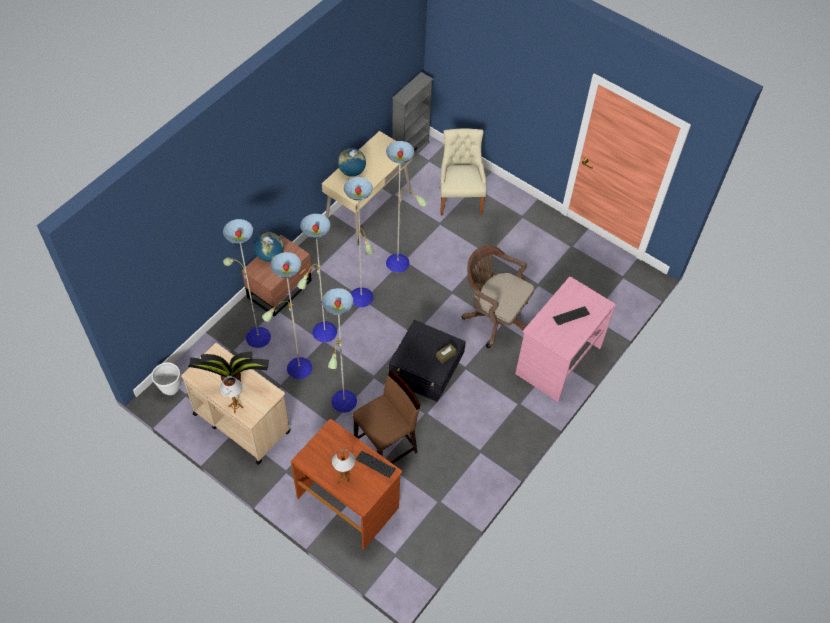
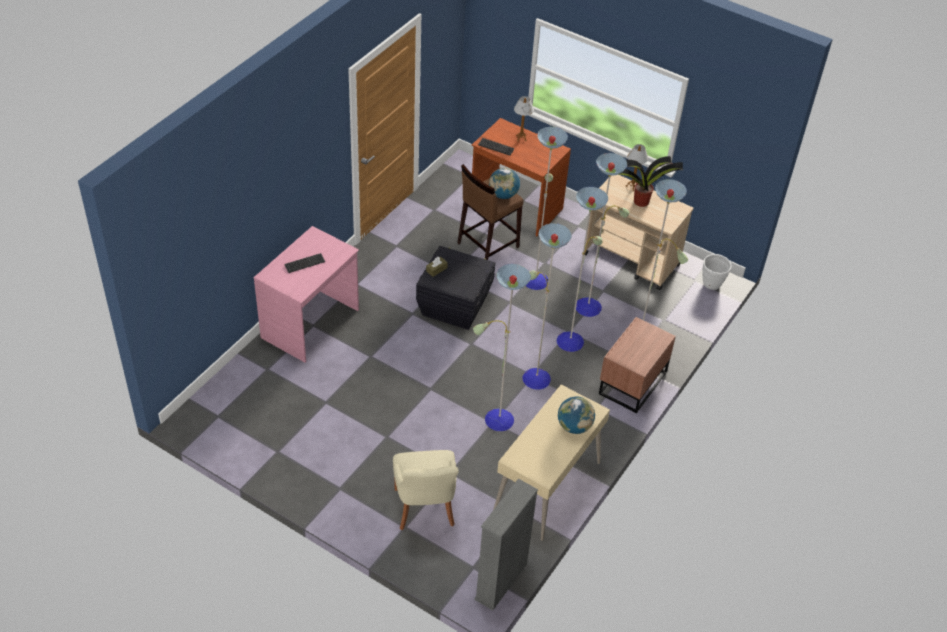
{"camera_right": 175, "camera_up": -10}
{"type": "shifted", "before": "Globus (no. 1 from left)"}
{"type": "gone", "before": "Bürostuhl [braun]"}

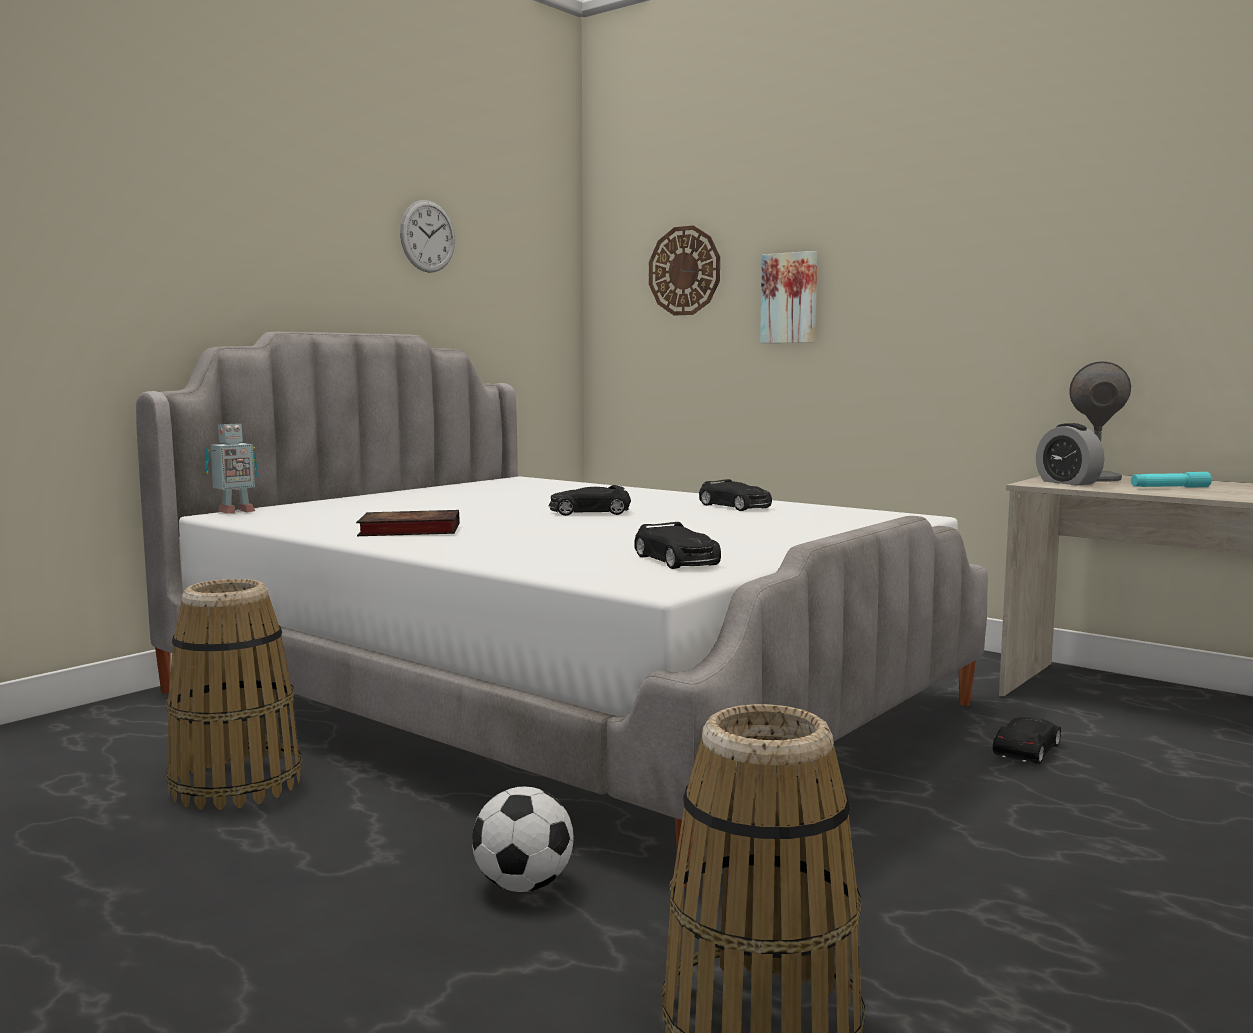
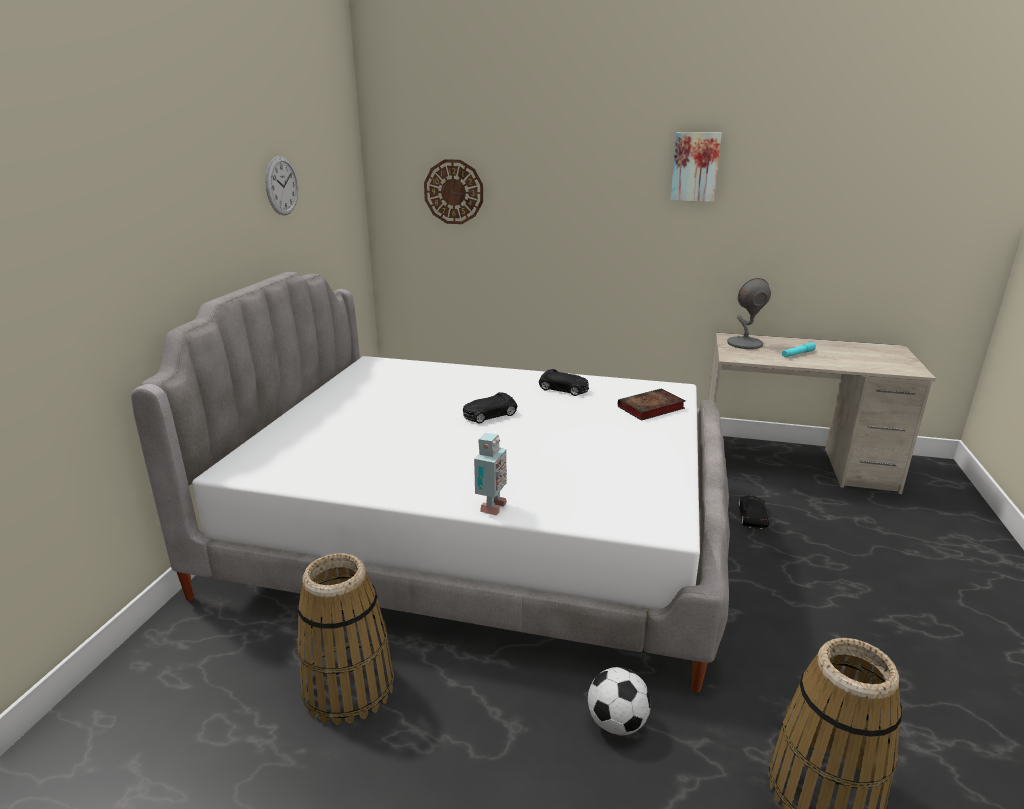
{"camera_right": -25, "camera_up": 15}
{"type": "shifted", "before": "Bild"}
{"type": "shifted", "before": "Spielzeugroboter"}
{"type": "gone", "before": "Wecker"}
{"type": "shifted", "before": "Buch"}
{"type": "gone", "before": "Spielzeugauto [schwarz] (no. 2 from left)"}

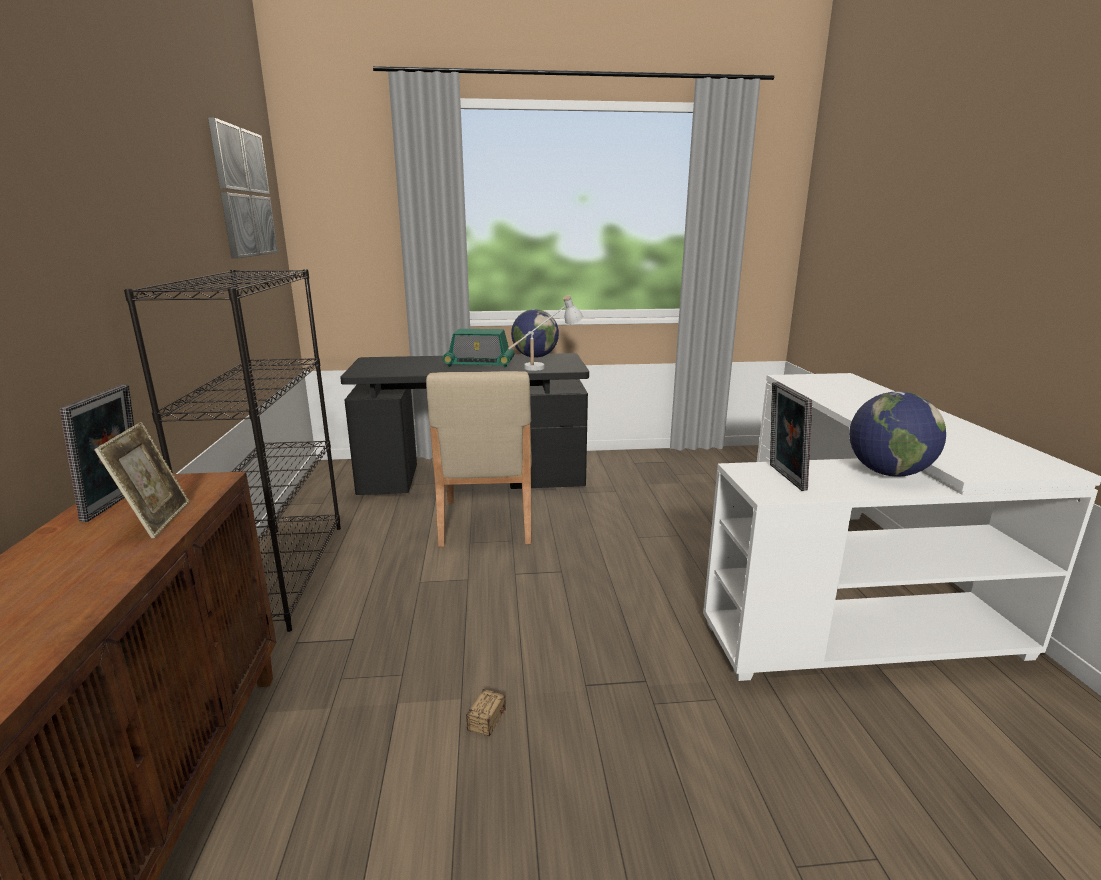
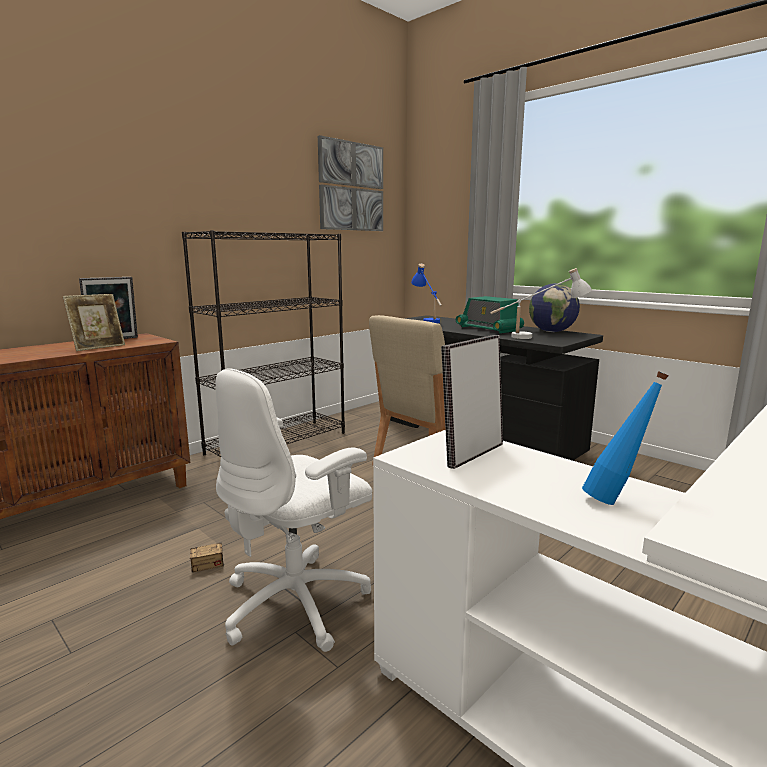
{"camera_right": 50, "camera_up": -5}
{"type": "swapped", "before": "Globus (no. 2 from left)", "after": "Flasche [blau]"}
{"type": "new", "after": "Tischlampe [blau]"}
{"type": "new", "after": "Bürostuhl [weiß]"}

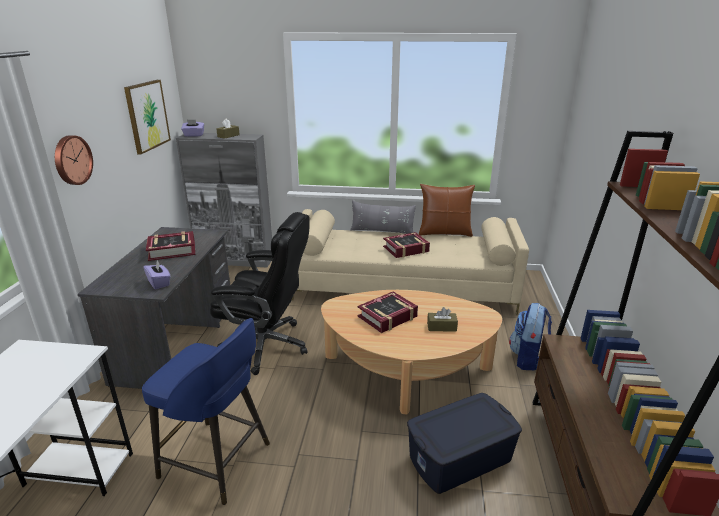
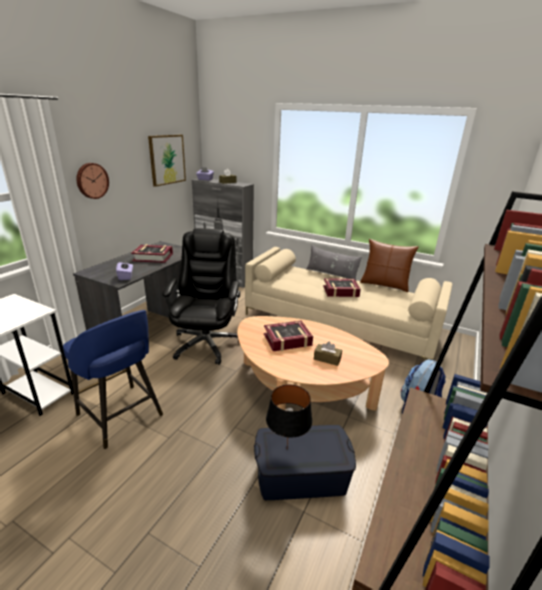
{"camera_right": 20, "camera_up": 0}
{"type": "rotated", "before": "Bürostuhl [schwarz]", "turn": -120}
{"type": "new", "after": "Tischlampe [schwarz]"}

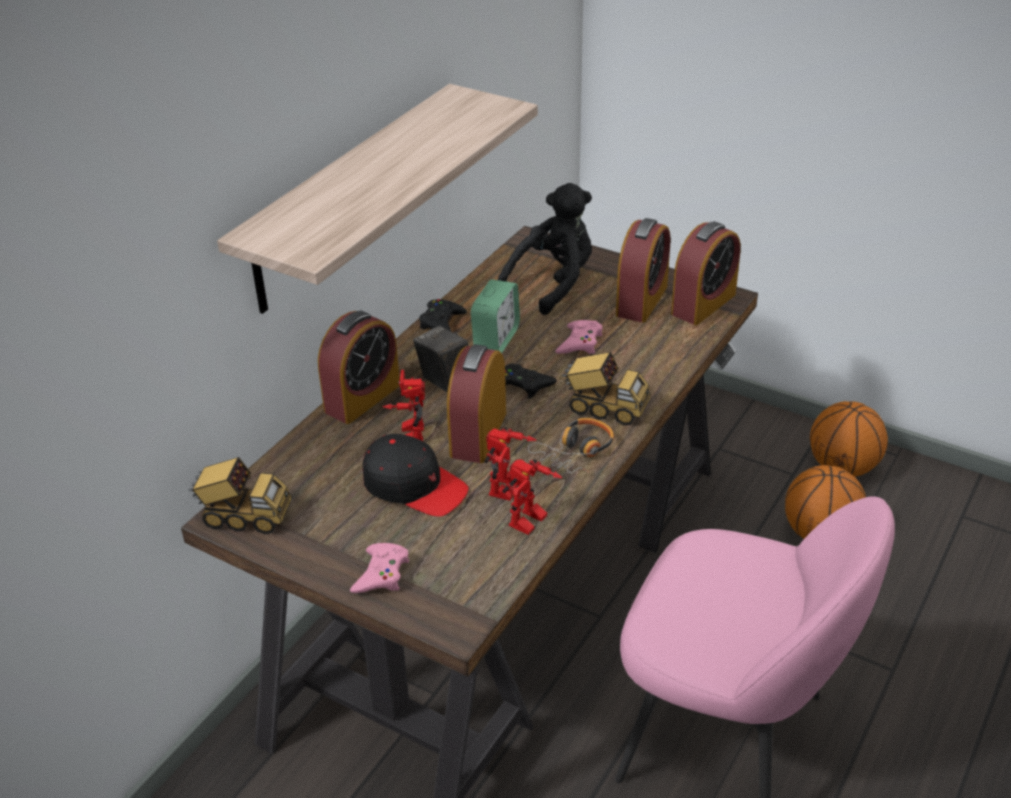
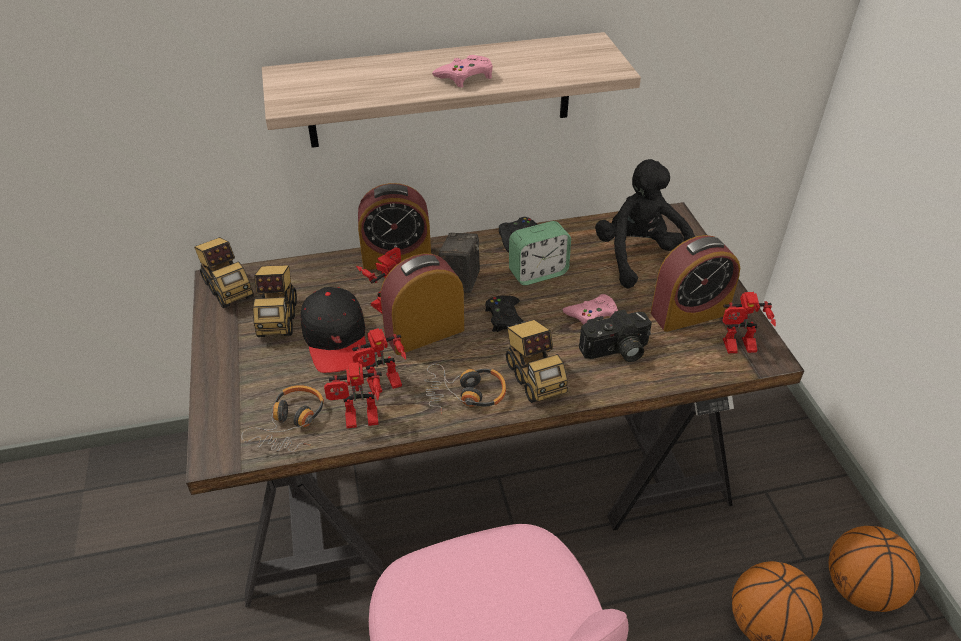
{"camera_right": 45, "camera_up": 5}
{"type": "rotated", "before": "Plüschtier [schwarz]", "turn": -105}
{"type": "swapped", "before": "Wecker (no. 5 from left)", "after": "Spielzeugroboter (no. 4 from left)"}
{"type": "shifted", "before": "Gamepad [rosa] (no. 1 from left)"}
{"type": "new", "after": "Spielzeuglaster (no. 2 from left)"}
{"type": "new", "after": "Kamera (no. 2 from left)"}
{"type": "new", "after": "Kopfhörer (no. 1 from left)"}

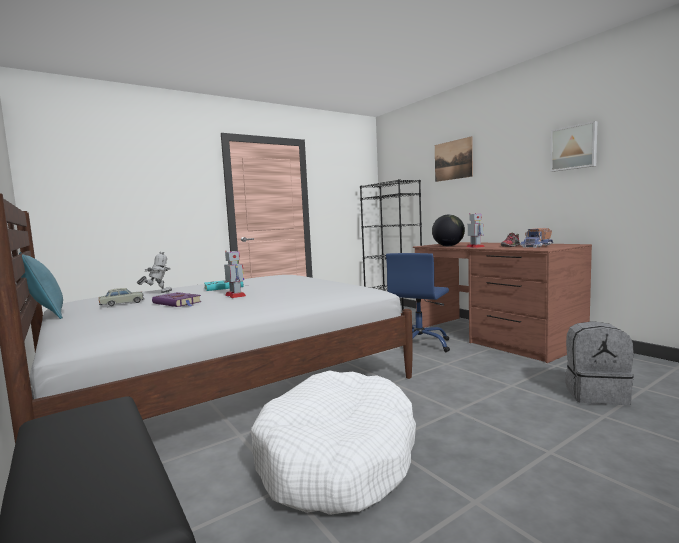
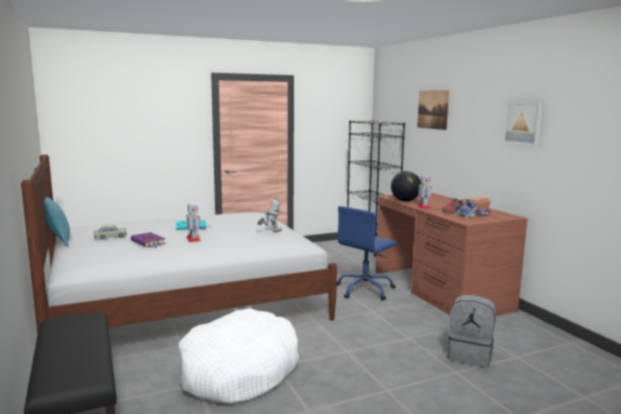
{"camera_right": 10, "camera_up": 5}
{"type": "shifted", "before": "Spielzeugroboter (no. 1 from left in the first image)", "after": "Spielzeugroboter (no. 2 from left)"}

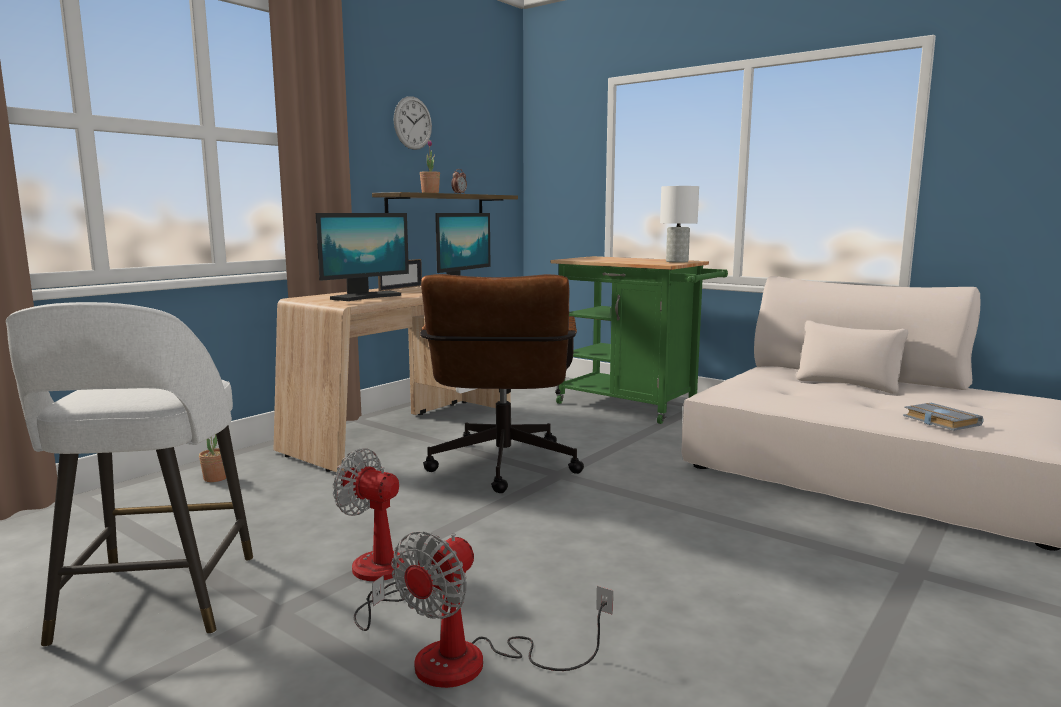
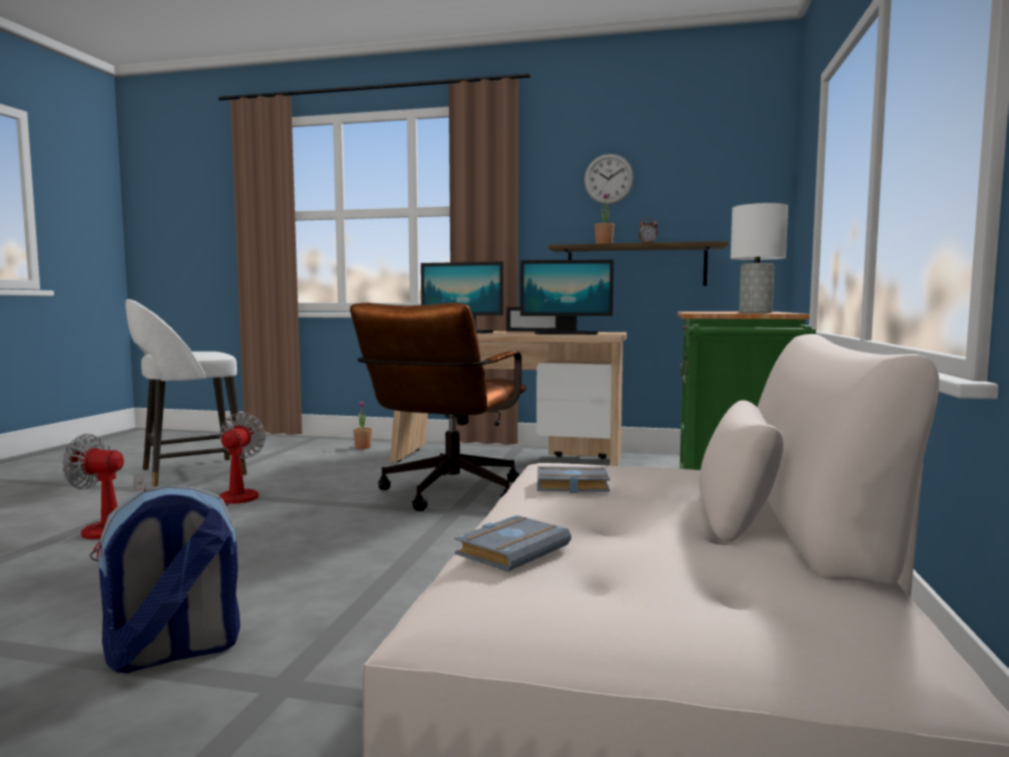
{"camera_right": 65, "camera_up": -5}
{"type": "rotated", "before": "Bürostuhl [braun]", "turn": -45}
{"type": "new", "after": "Buch [grau] (no. 2 from left)"}
{"type": "new", "after": "Rucksack"}

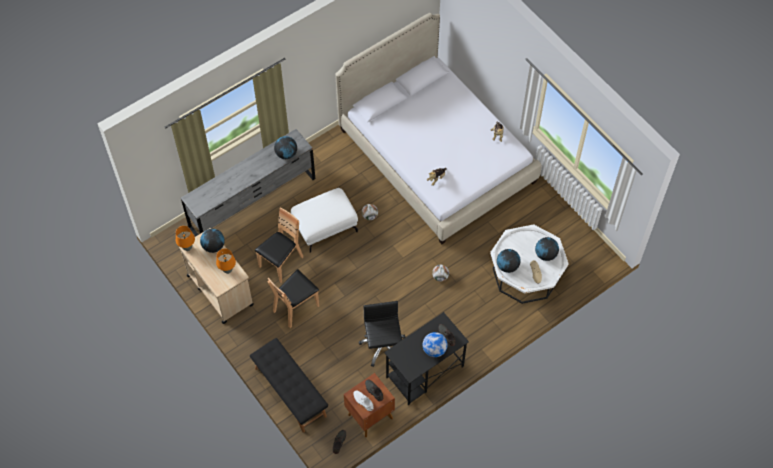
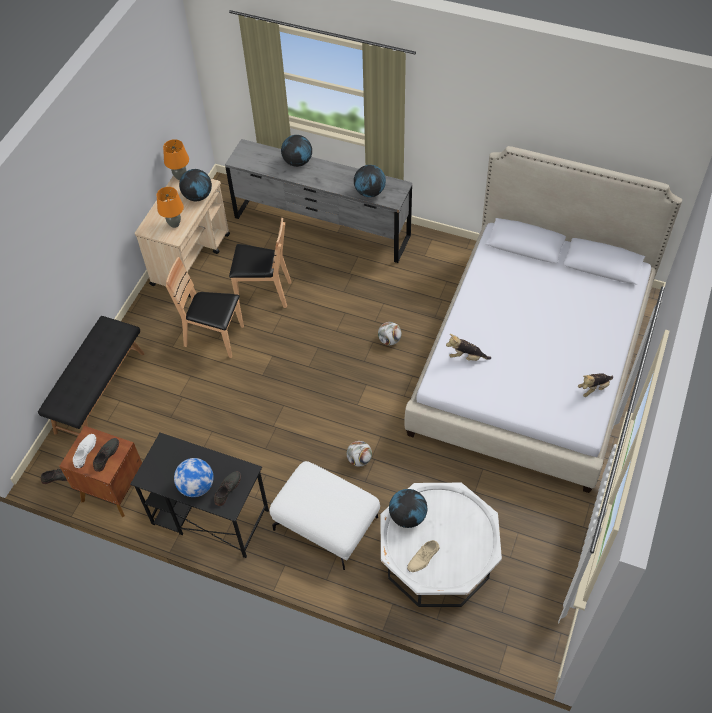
{"camera_right": 60, "camera_up": -5}
{"type": "shifted", "before": "Polsterhocker [weiß]"}
{"type": "shifted", "before": "Globus (no. 5 from left in the first image)", "after": "Globus (no. 3 from left)"}
{"type": "gone", "before": "Bürostuhl [schwarz]"}

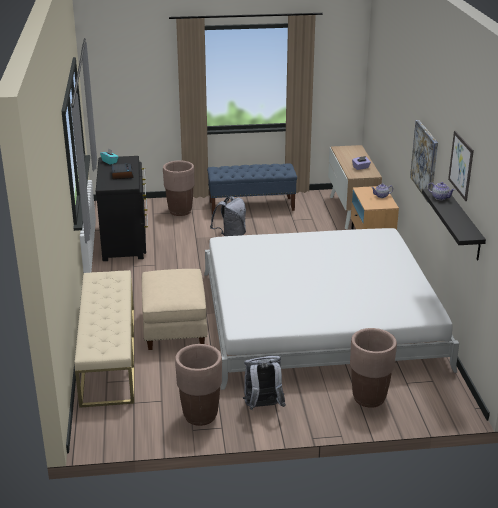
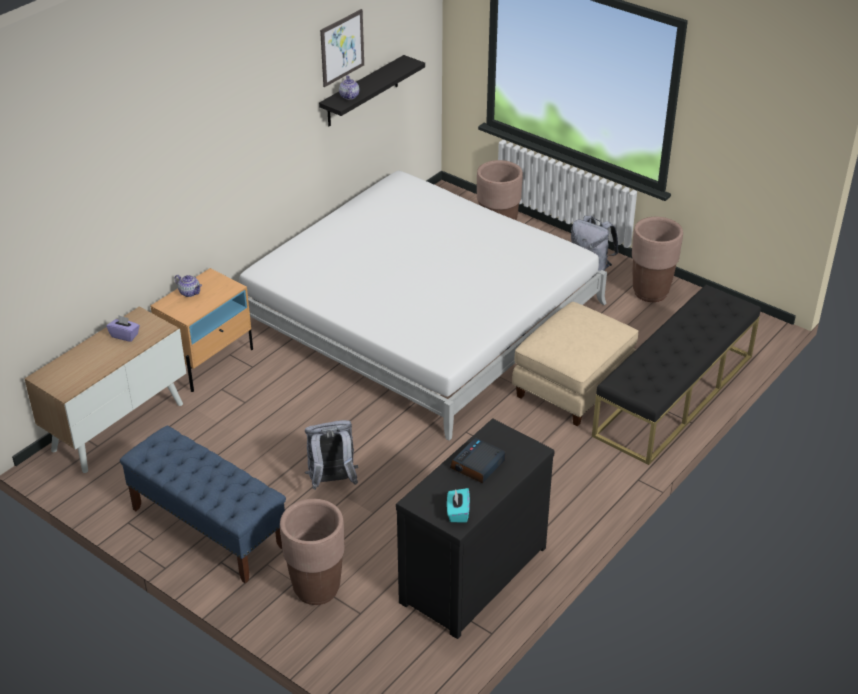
{"camera_right": -135, "camera_up": 10}
{"type": "gone", "before": "Bild (no. 1 from left)"}
{"type": "repainted", "before": "Bank [beige]", "after": "Bank [schwarz]"}

